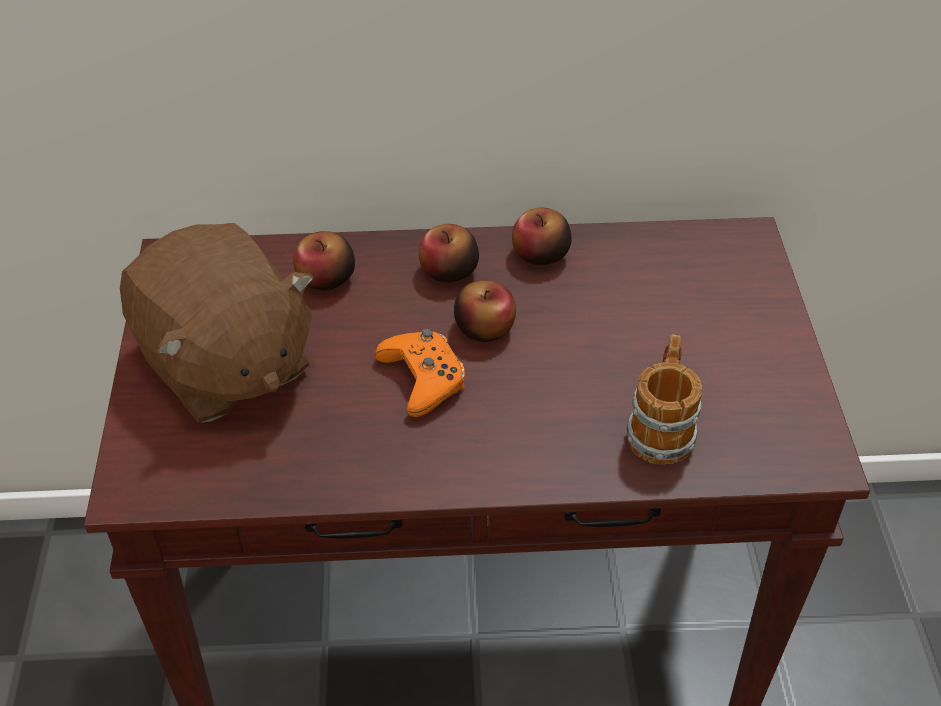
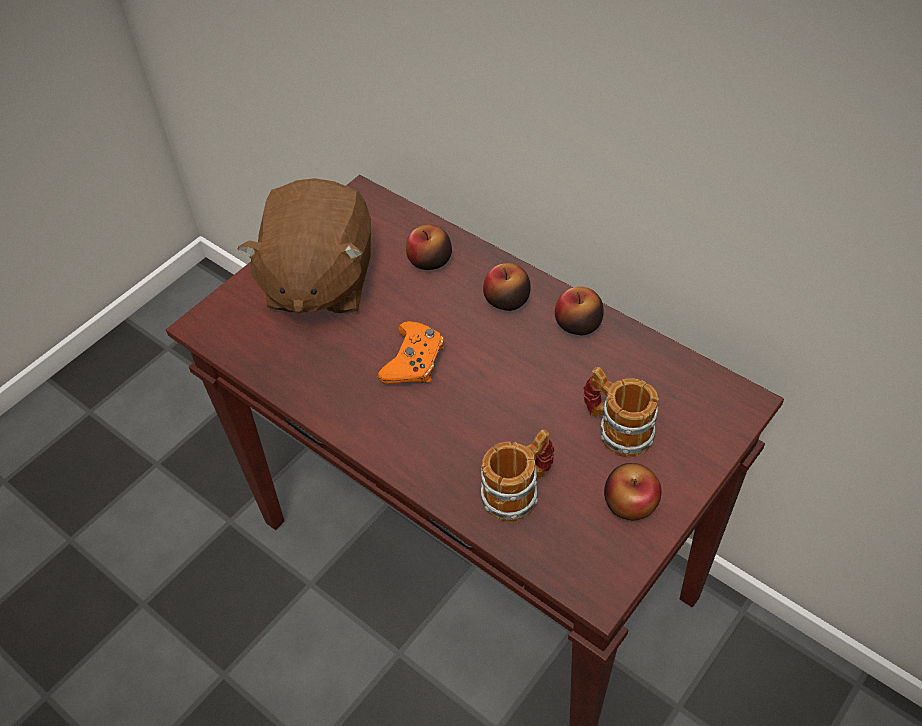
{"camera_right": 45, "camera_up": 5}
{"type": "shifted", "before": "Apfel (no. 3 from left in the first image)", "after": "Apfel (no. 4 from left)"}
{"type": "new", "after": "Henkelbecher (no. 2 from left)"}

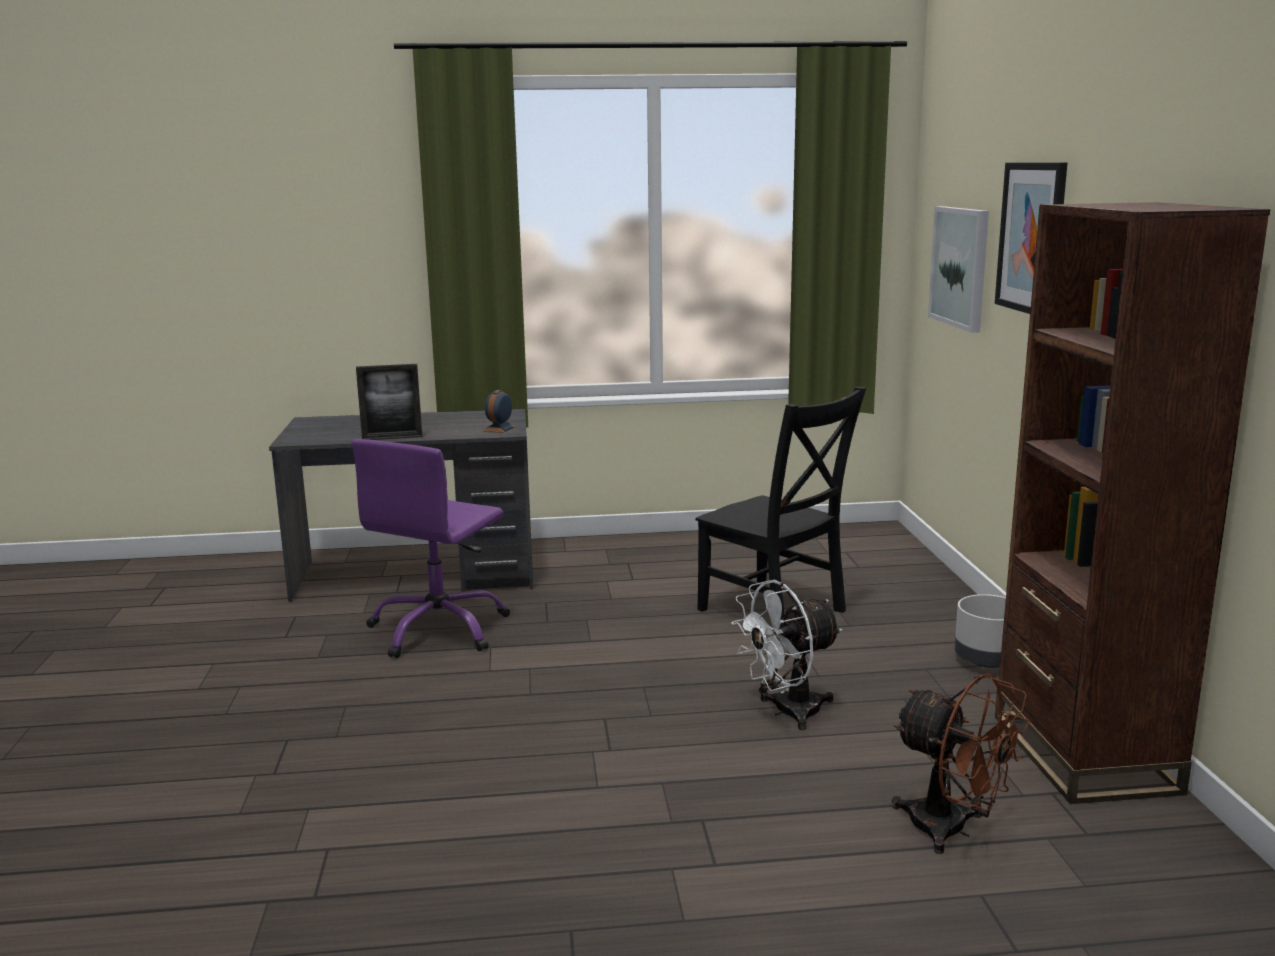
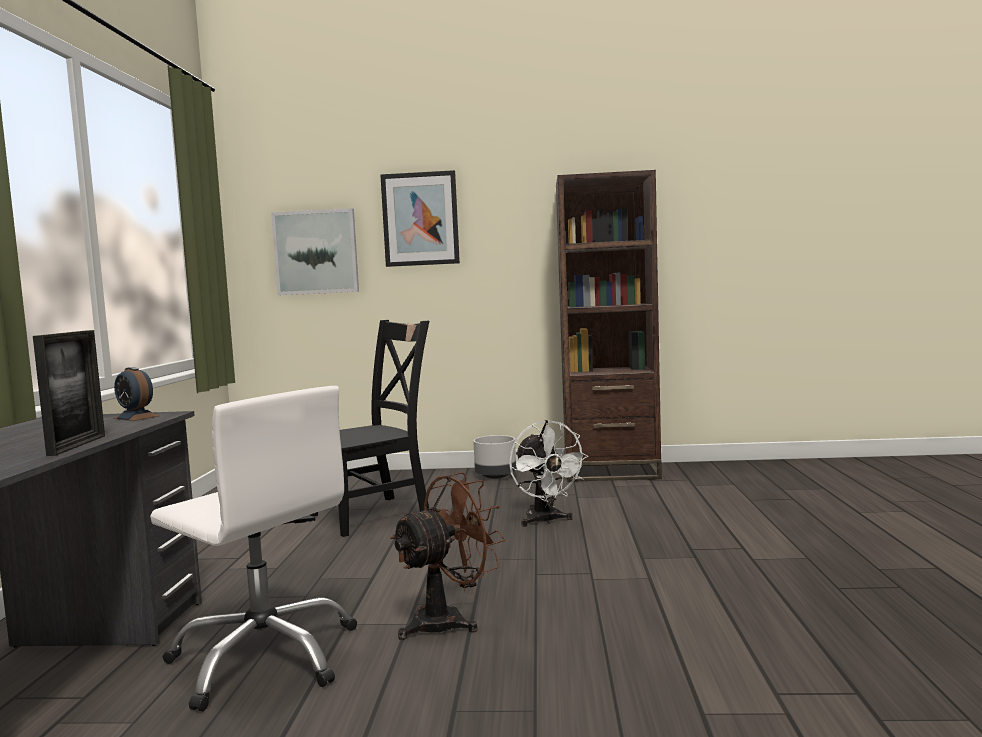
{"camera_right": -80, "camera_up": -10}
{"type": "repainted", "before": "Bürostuhl [lila]", "after": "Bürostuhl [weiß]"}
{"type": "shifted", "before": "Ventilator [braun]"}

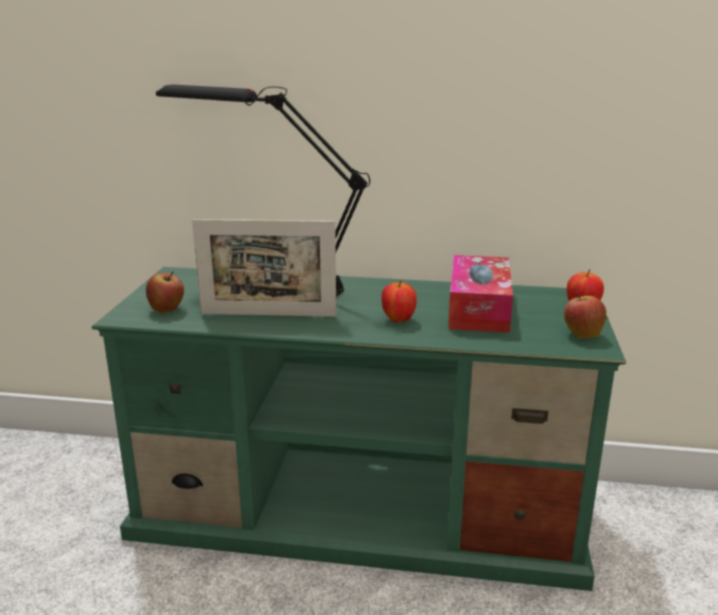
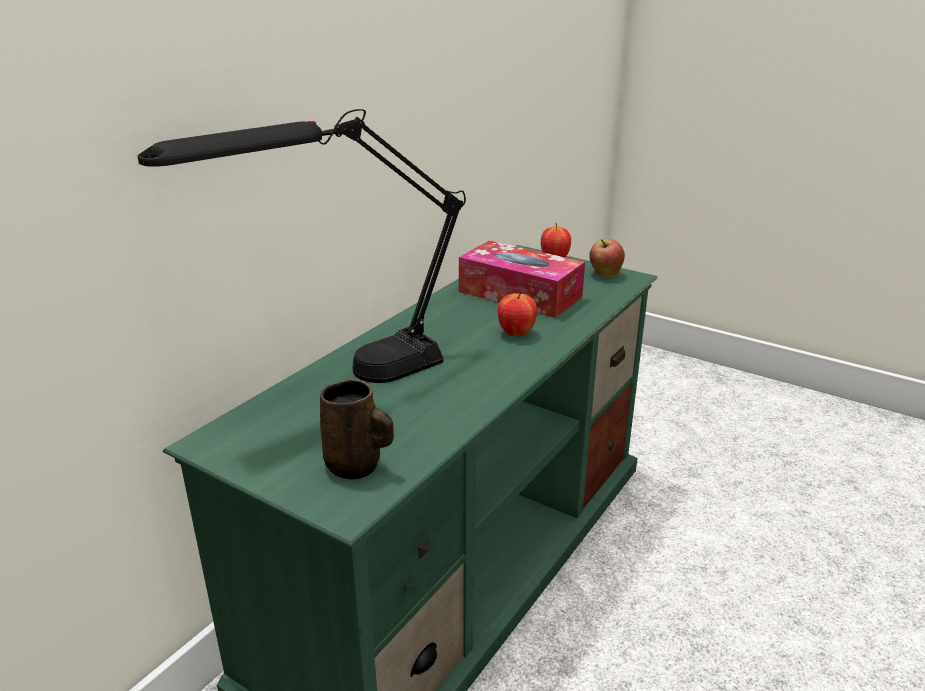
{"camera_right": -65, "camera_up": 5}
{"type": "gone", "before": "Bilderrahmen"}
{"type": "swapped", "before": "Apfel (no. 1 from left)", "after": "Henkelbecher [braun]"}

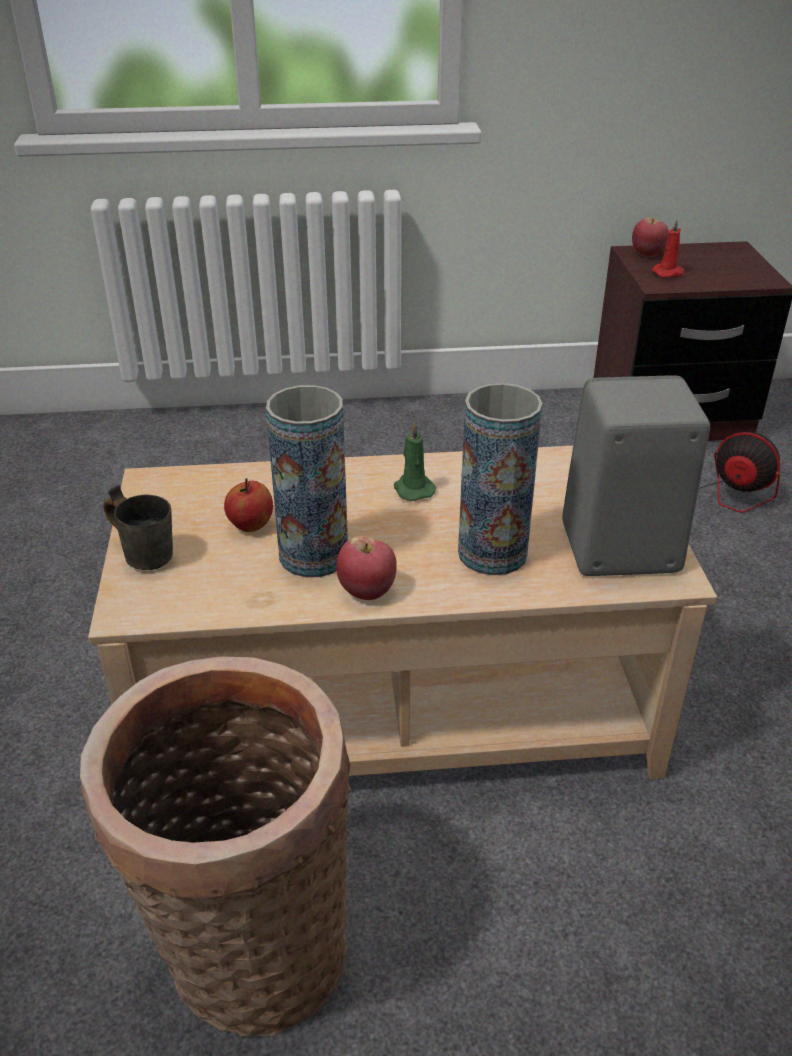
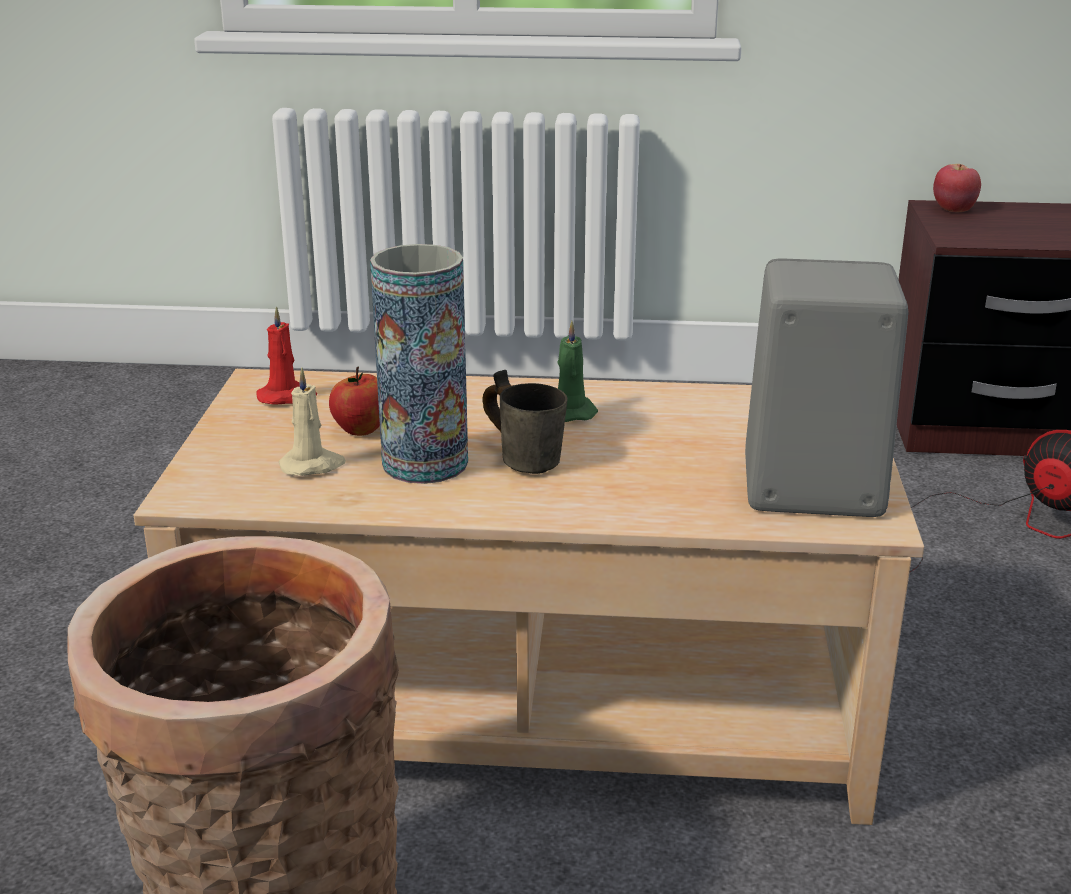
{"camera_right": 10, "camera_up": -10}
{"type": "shifted", "before": "Kerze [rot]"}
{"type": "gone", "before": "Vase (no. 2 from left)"}
{"type": "shifted", "before": "Henkelbecher [grau]"}
{"type": "gone", "before": "Apfel (no. 2 from left)"}
{"type": "new", "after": "Kerze [beige]"}

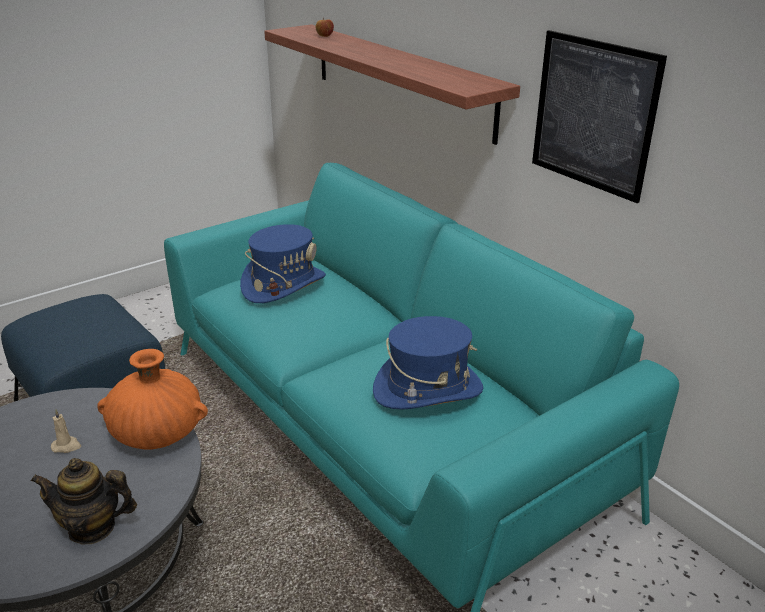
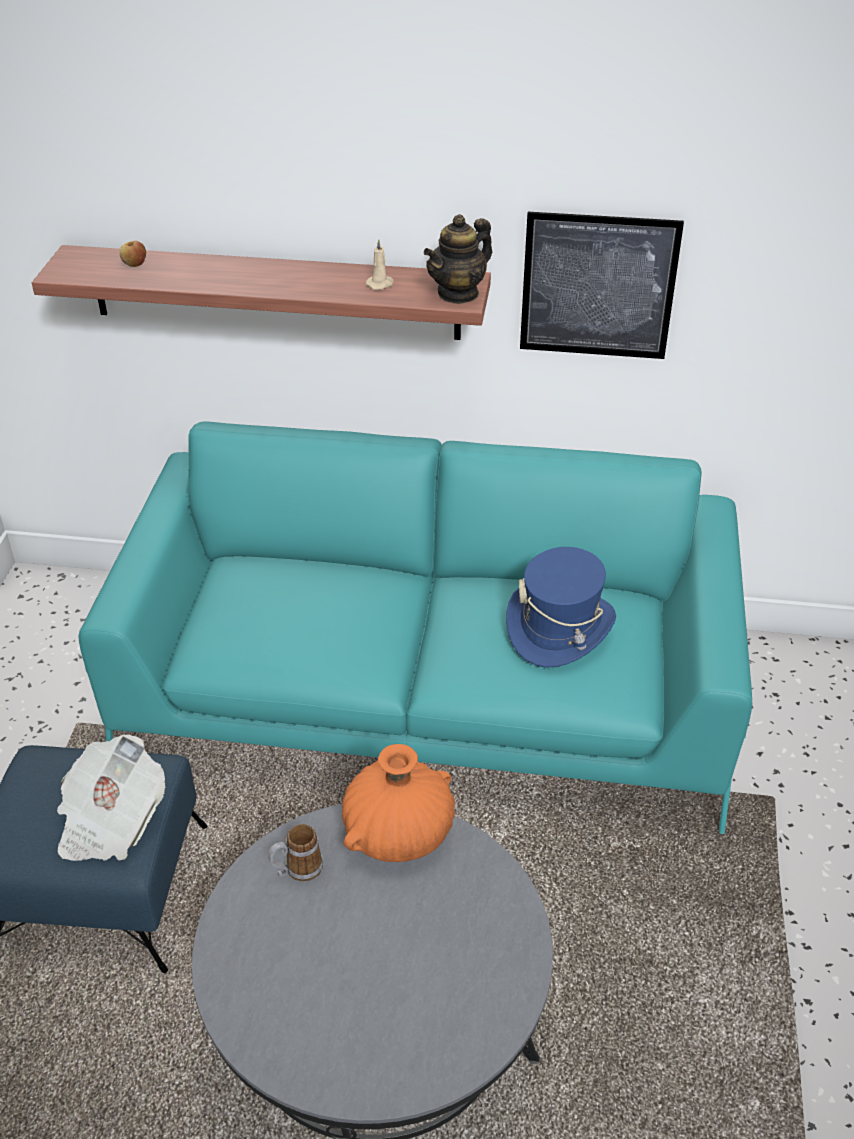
{"camera_right": -45, "camera_up": 10}
{"type": "gone", "before": "Hut [blau] (no. 1 from left)"}
{"type": "shifted", "before": "Kerze [beige]"}
{"type": "shifted", "before": "Teekanne"}
{"type": "new", "after": "Zeitung"}
{"type": "new", "after": "Henkelbecher"}

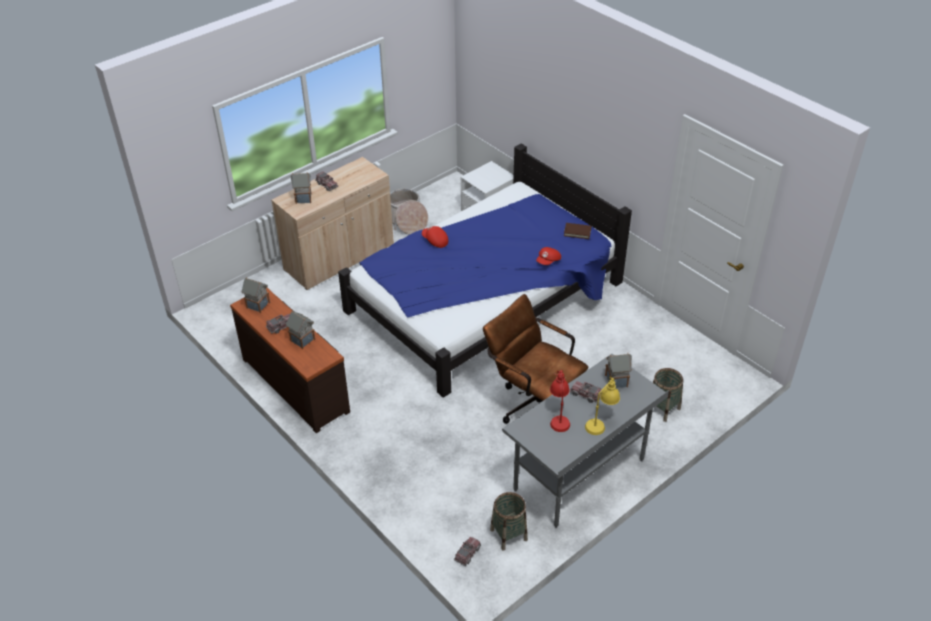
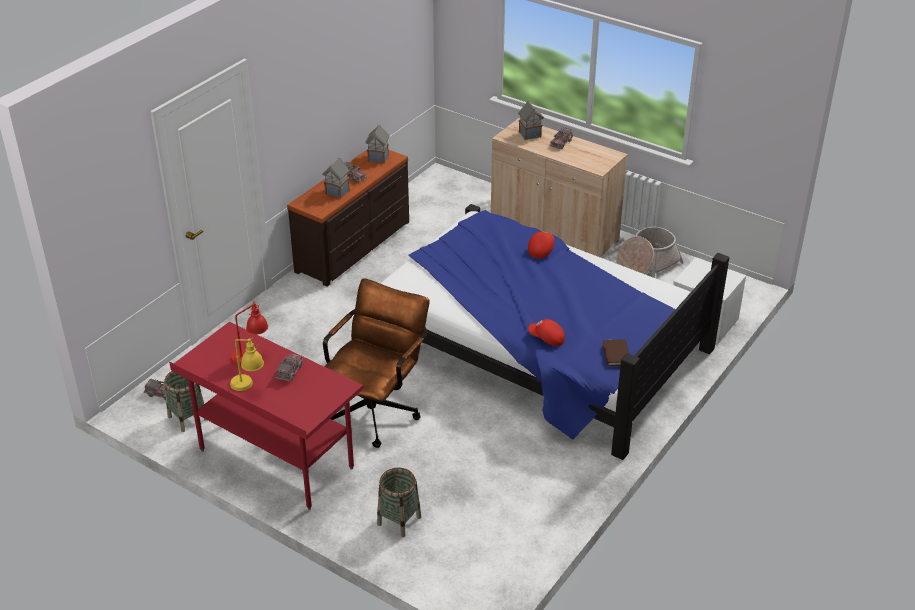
{"camera_right": 75, "camera_up": -5}
{"type": "gone", "before": "Spielzeughaus (no. 4 from left)"}
{"type": "repainted", "before": "Schreibtisch [grau]", "after": "Schreibtisch [rot]"}

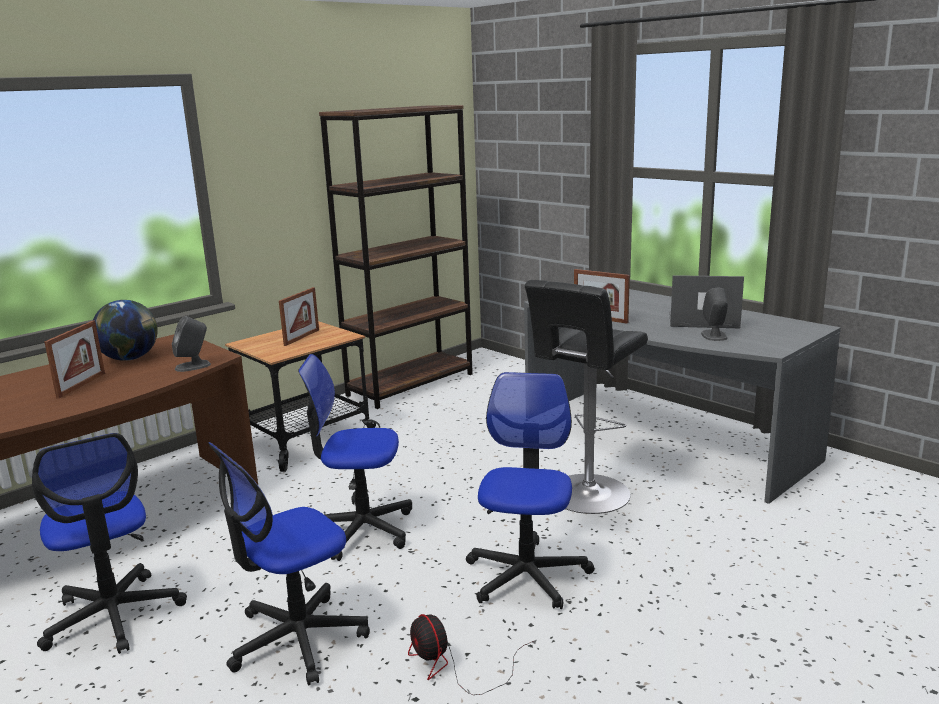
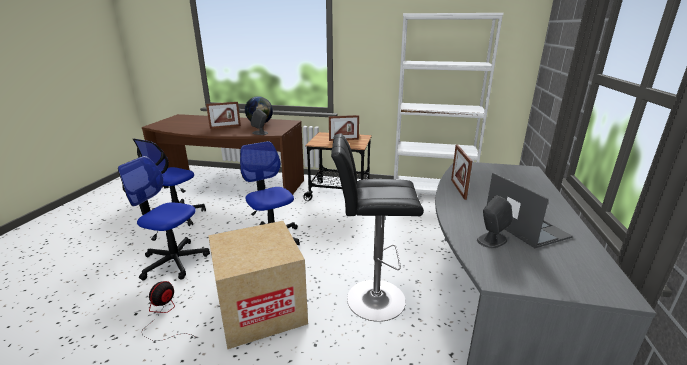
{"camera_right": 55, "camera_up": 5}
{"type": "repainted", "before": "Bücherregal [braun]", "after": "Bücherregal [weiß]"}
{"type": "swapped", "before": "Bürostuhl (no. 4 from left)", "after": "Karton"}

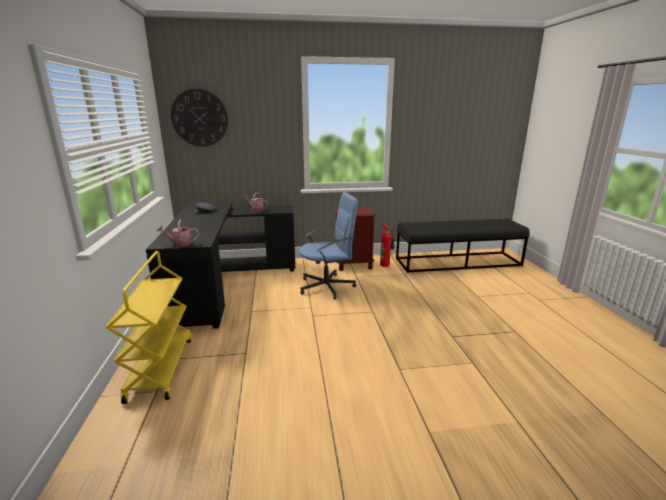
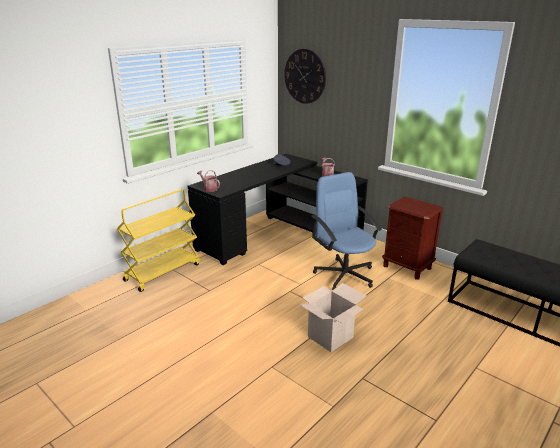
{"camera_right": 50, "camera_up": 5}
{"type": "rotated", "before": "Bürostuhl [blau]", "turn": -150}
{"type": "gone", "before": "Feuerlöscher"}
{"type": "new", "after": "Karton"}

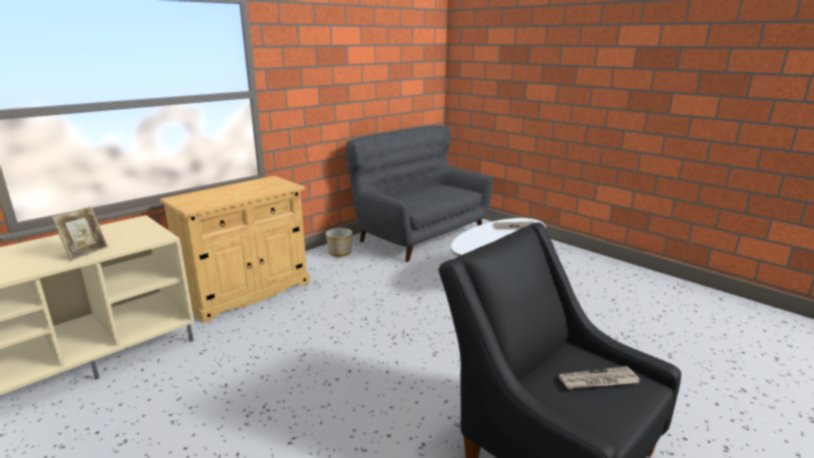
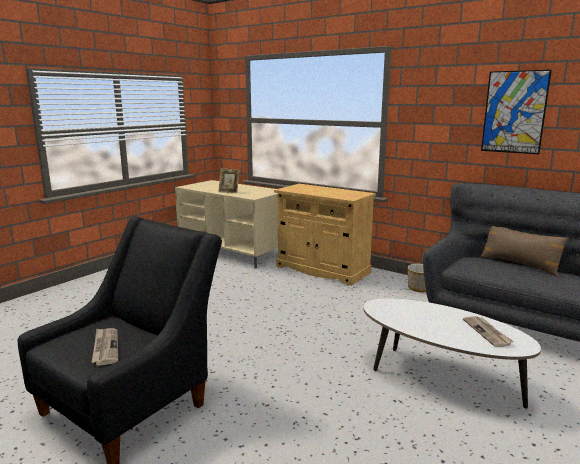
{"camera_right": 80, "camera_up": -5}
{"type": "new", "after": "Bild"}
{"type": "new", "after": "Kissen [braun]"}

